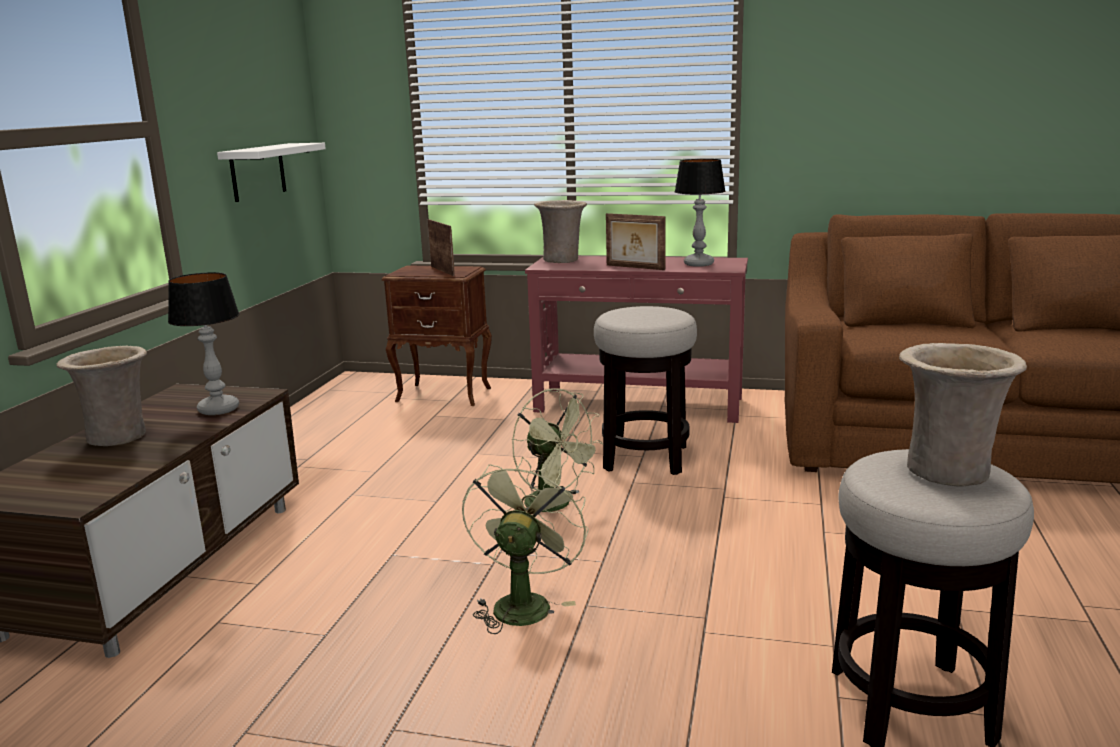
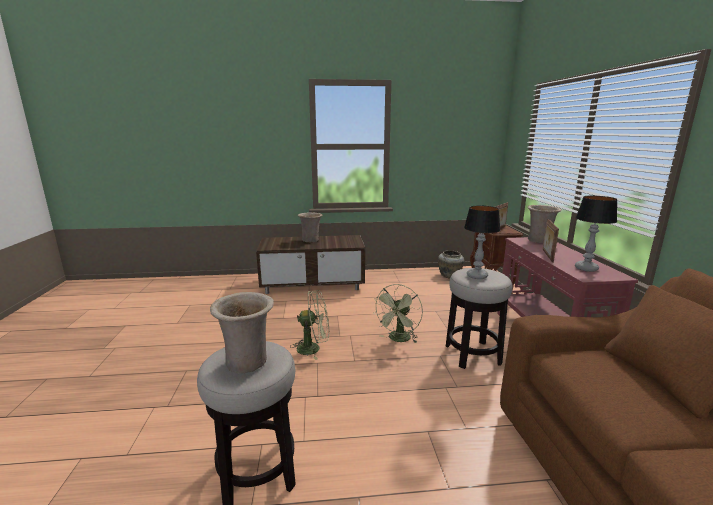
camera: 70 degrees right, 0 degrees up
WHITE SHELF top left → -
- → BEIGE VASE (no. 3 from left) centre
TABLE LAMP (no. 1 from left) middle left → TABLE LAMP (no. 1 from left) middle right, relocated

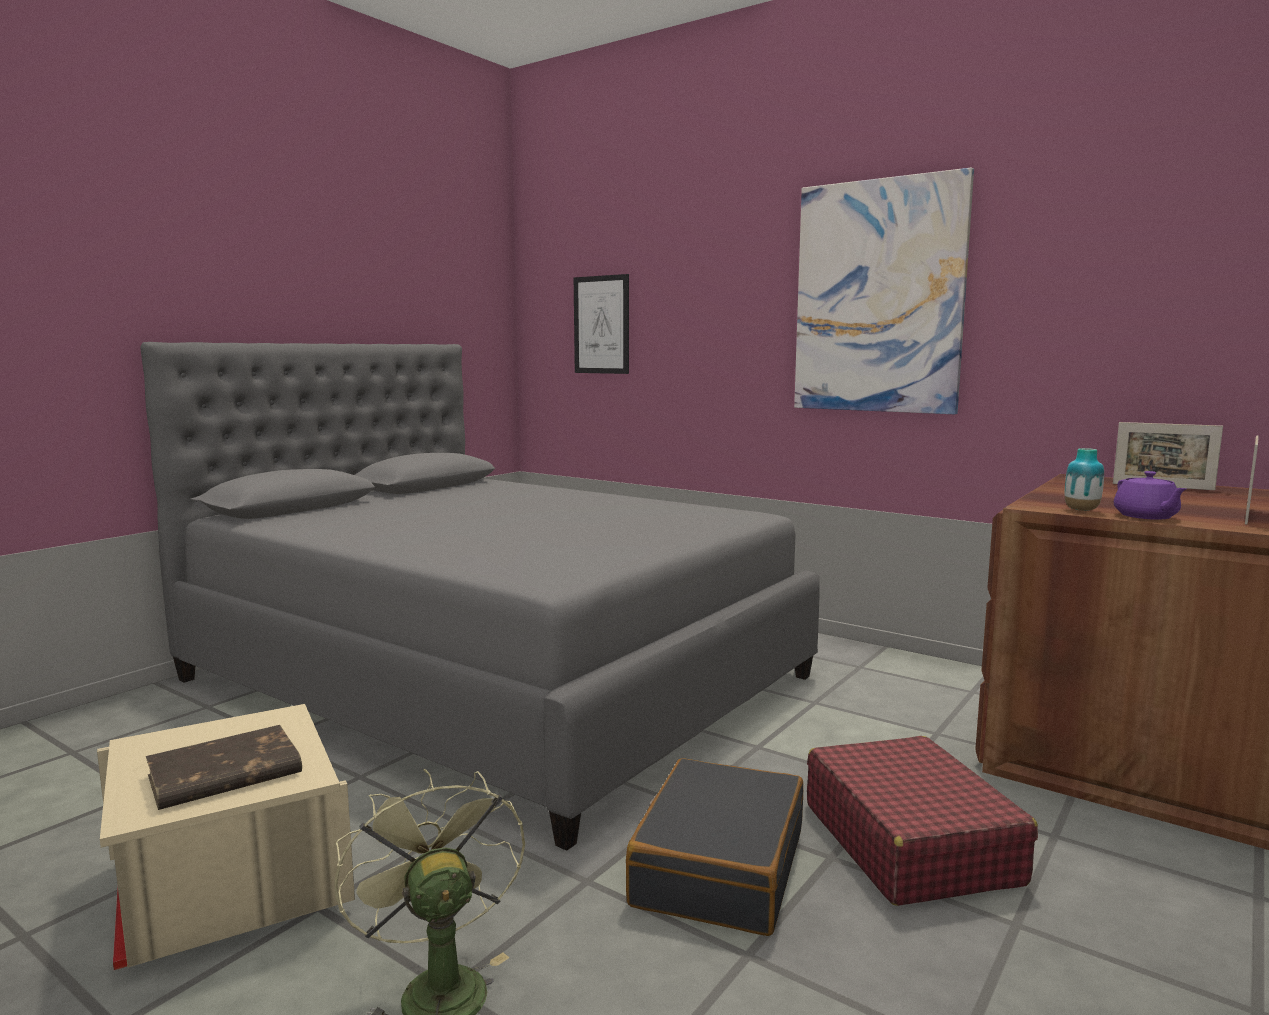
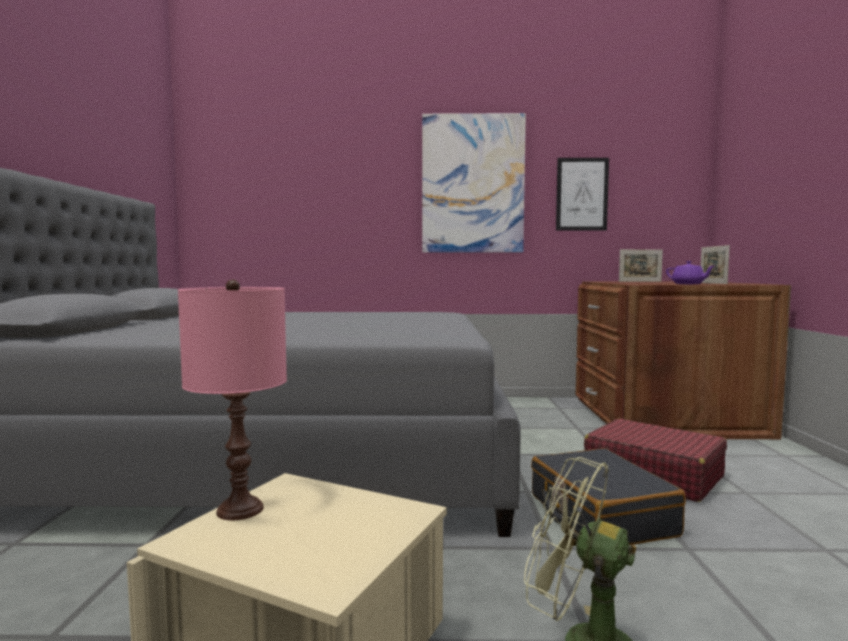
camera: 35 degrees left, 5 degrees down
BROWN BOOK bottom left → -
VASE middle right → -
- → PINK TABLE LAMP middle left
PICTURE (no. 1 from left in the first image) top centre → PICTURE (no. 2 from left) top right, relocated

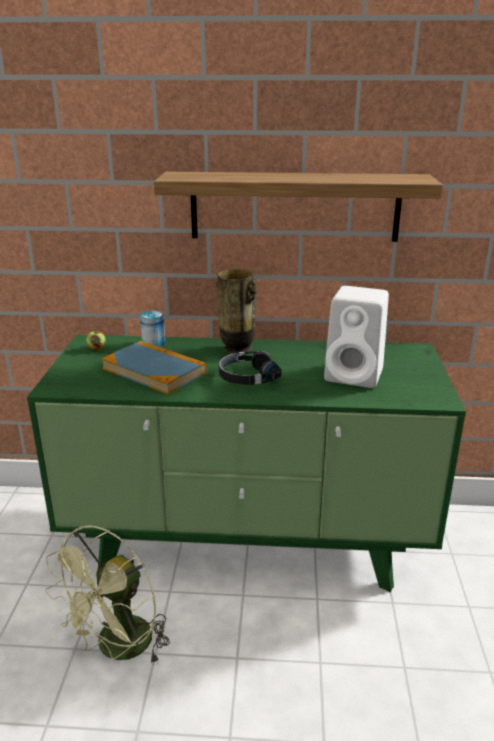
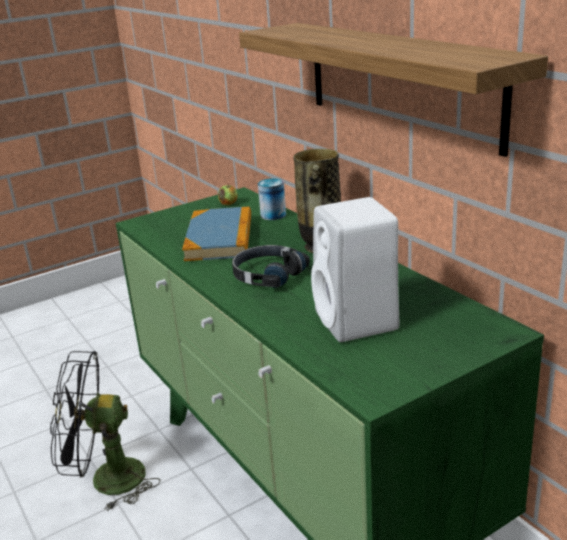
camera: 55 degrees right, 0 degrees up
GREEN FAN bottom left → BLACK FAN bottom left

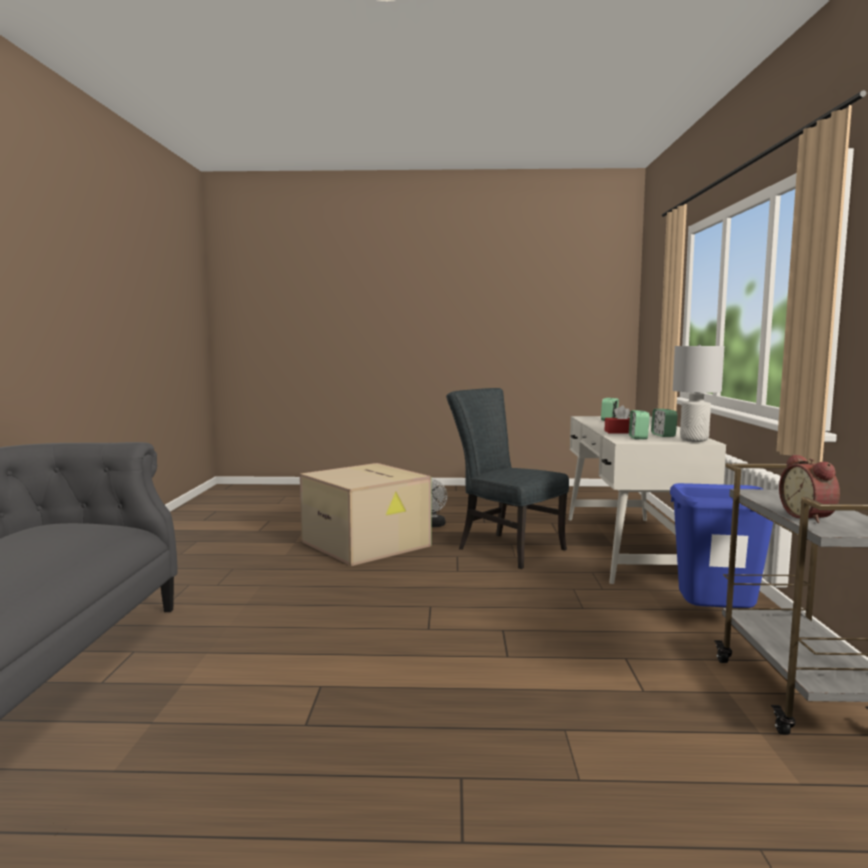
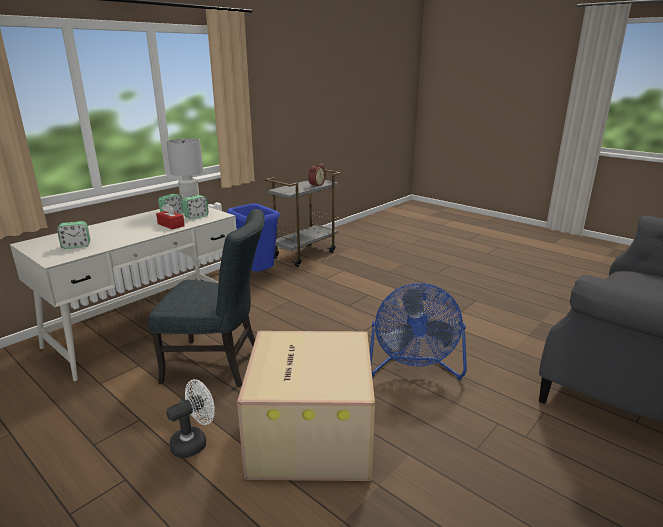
camera: 140 degrees left, 15 degrees up
- → BLUE FAN centre
GREY CHAIR centre → GREY CHAIR middle left, 75 degrees counterclockwise

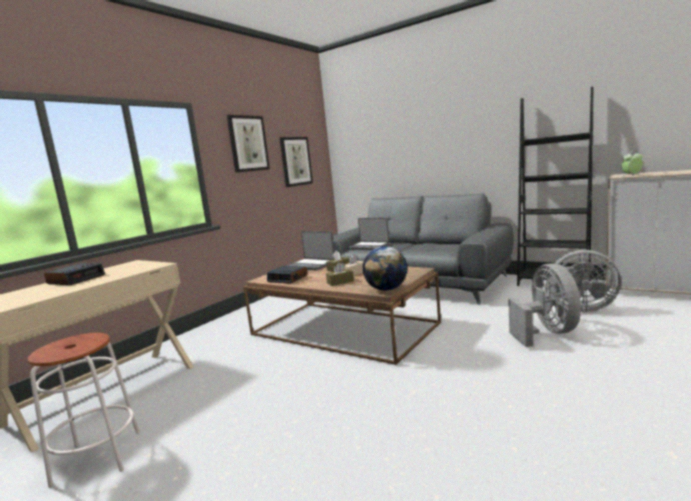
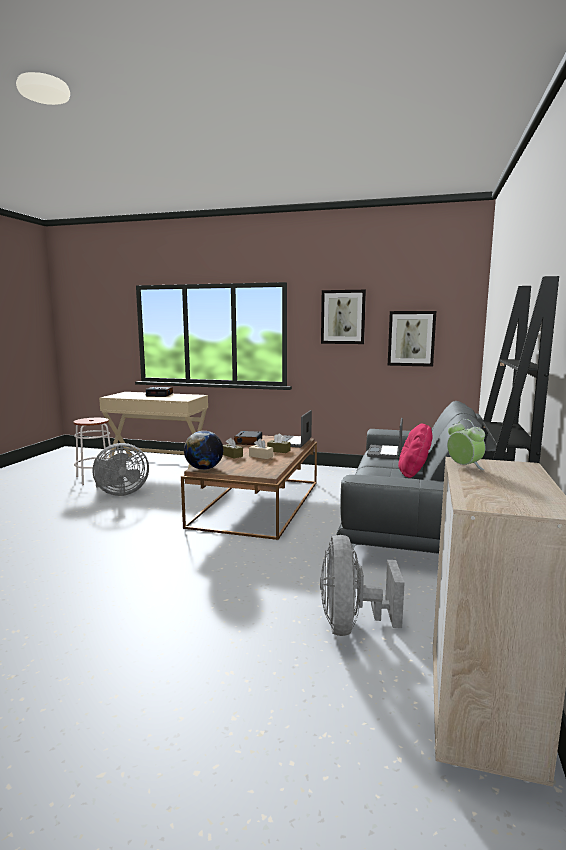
camera: 70 degrees right, 0 degrees up
- → PINK PILLOW middle right
GREY FAN (no. 1 from left) middle right → GREY FAN (no. 1 from left) middle left, relocated

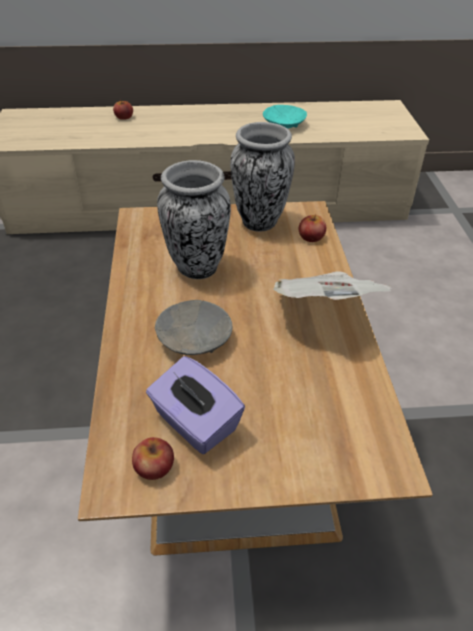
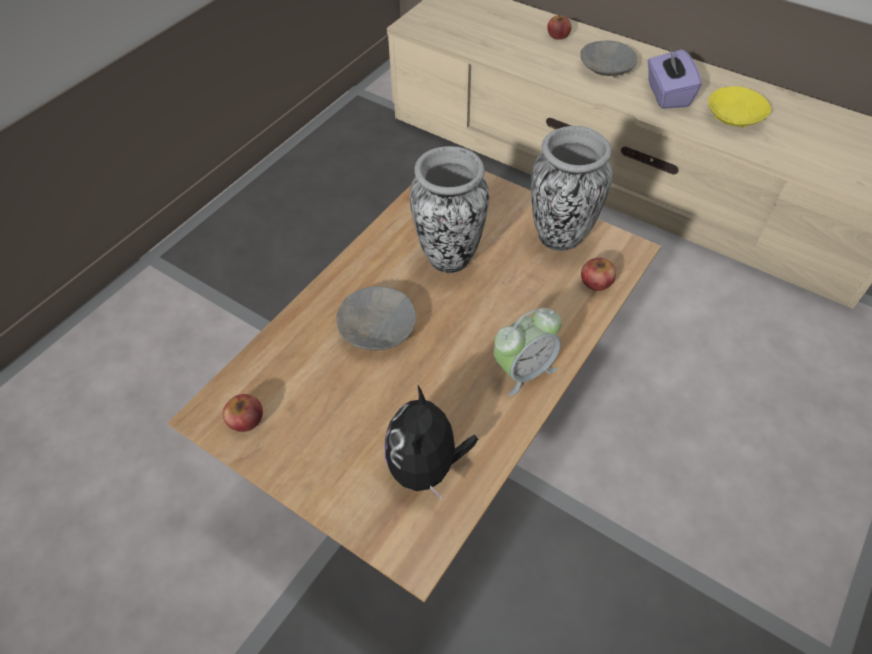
camera: 40 degrees right, 10 degrees up
- → PLUSH TOY bottom centre
- → GREY BOWL (no. 2 from left) top right
PURPLE TISSUE BOX centre → PURPLE TISSUE BOX top right, relocated
NEWSPAPER middle right → ALARM CLOCK centre
TURQUOISE BOWL top centre → YELLOW BOWL top right

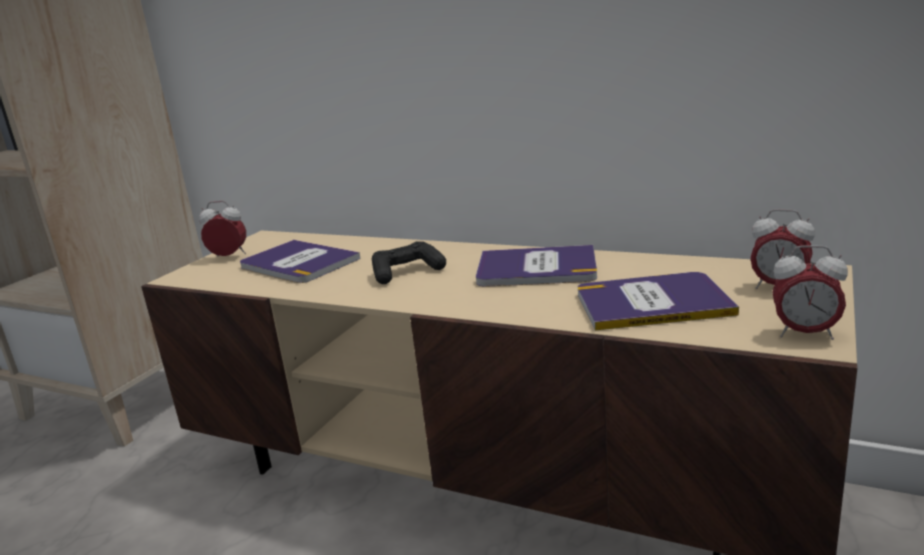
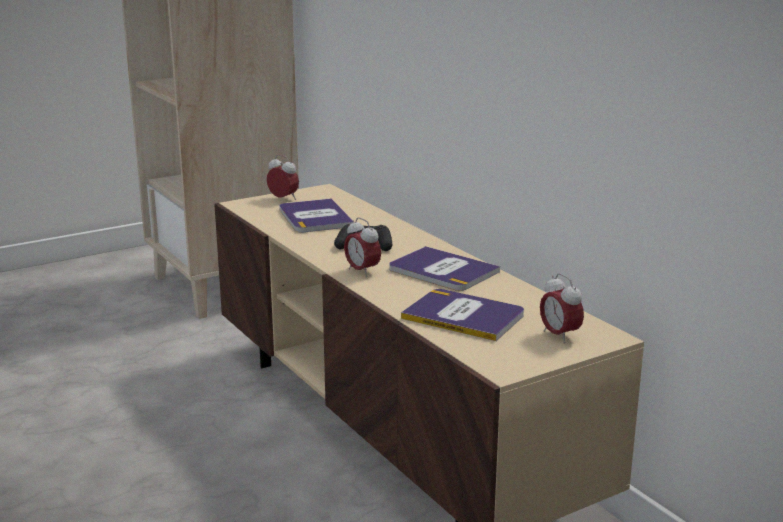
camera: 30 degrees right, 0 degrees up
ALARM CLOCK (no. 3 from left in the first image) middle right → ALARM CLOCK (no. 2 from left) centre, relocated

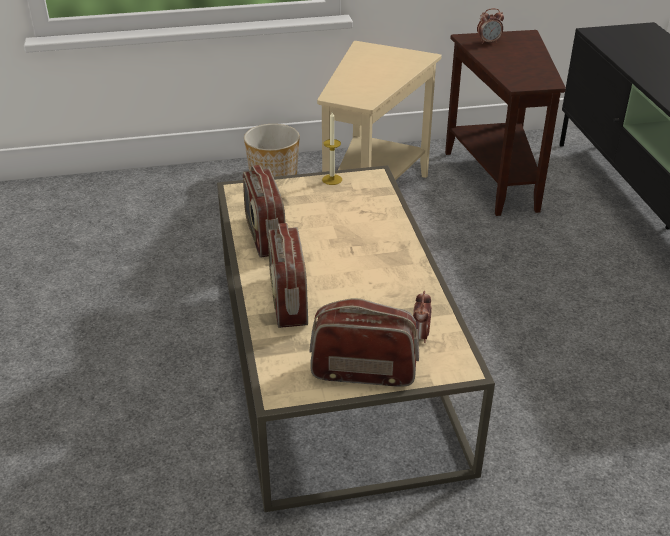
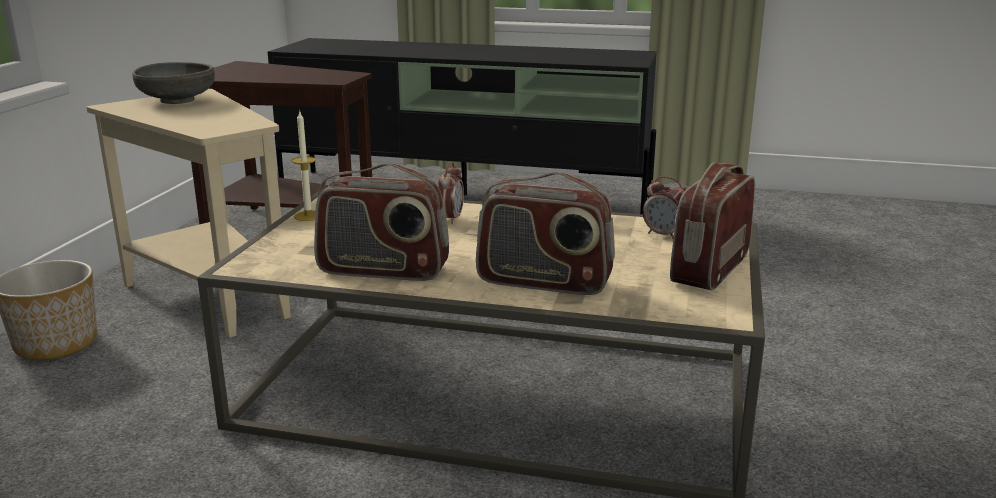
camera: 65 degrees left, 15 degrees down
- → GREY BOWL top left
ALARM CLOCK (no. 2 from left in the first image) top right → ALARM CLOCK (no. 1 from left) centre, relocated

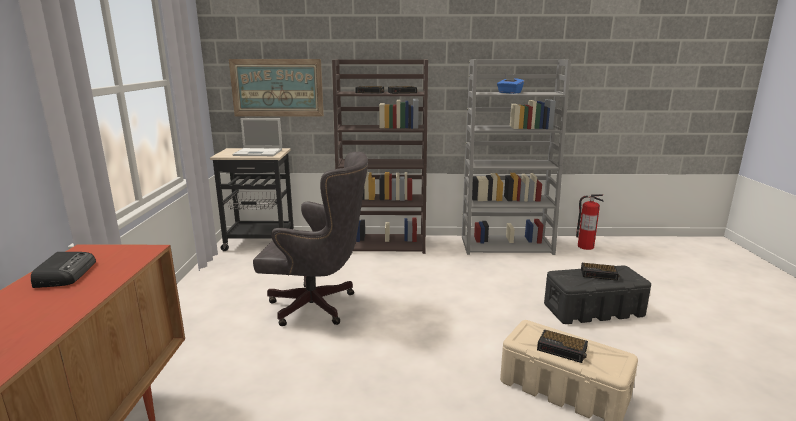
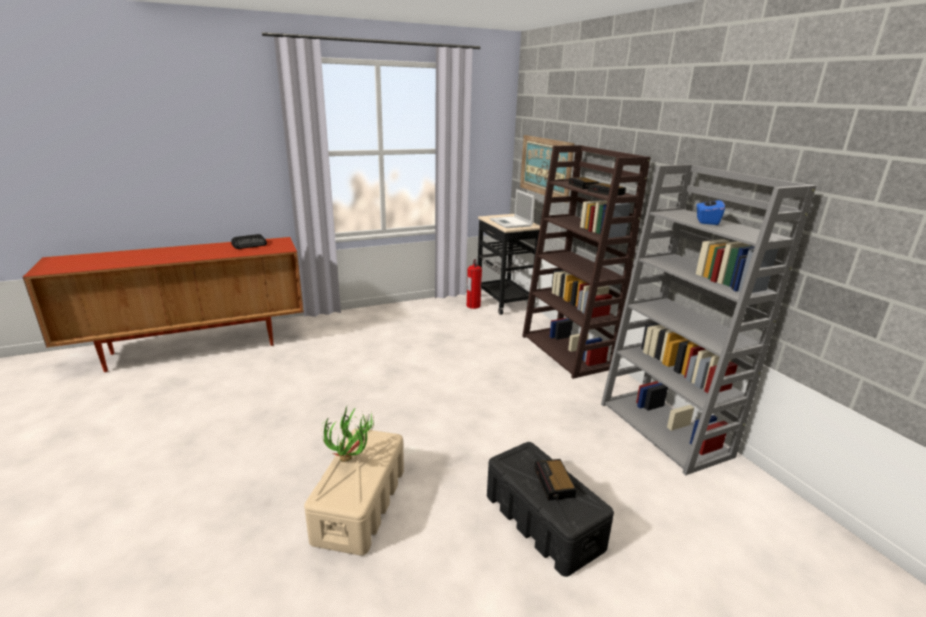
camera: 65 degrees right, 5 degrees up
GREY OFFICE CHAIR centre → -
FIRE EXTINGUISHER middle right → FIRE EXTINGUISHER centre, relocated
ALARM CLOCK (no. 3 from left) bottom right → POTTED PLANT bottom centre

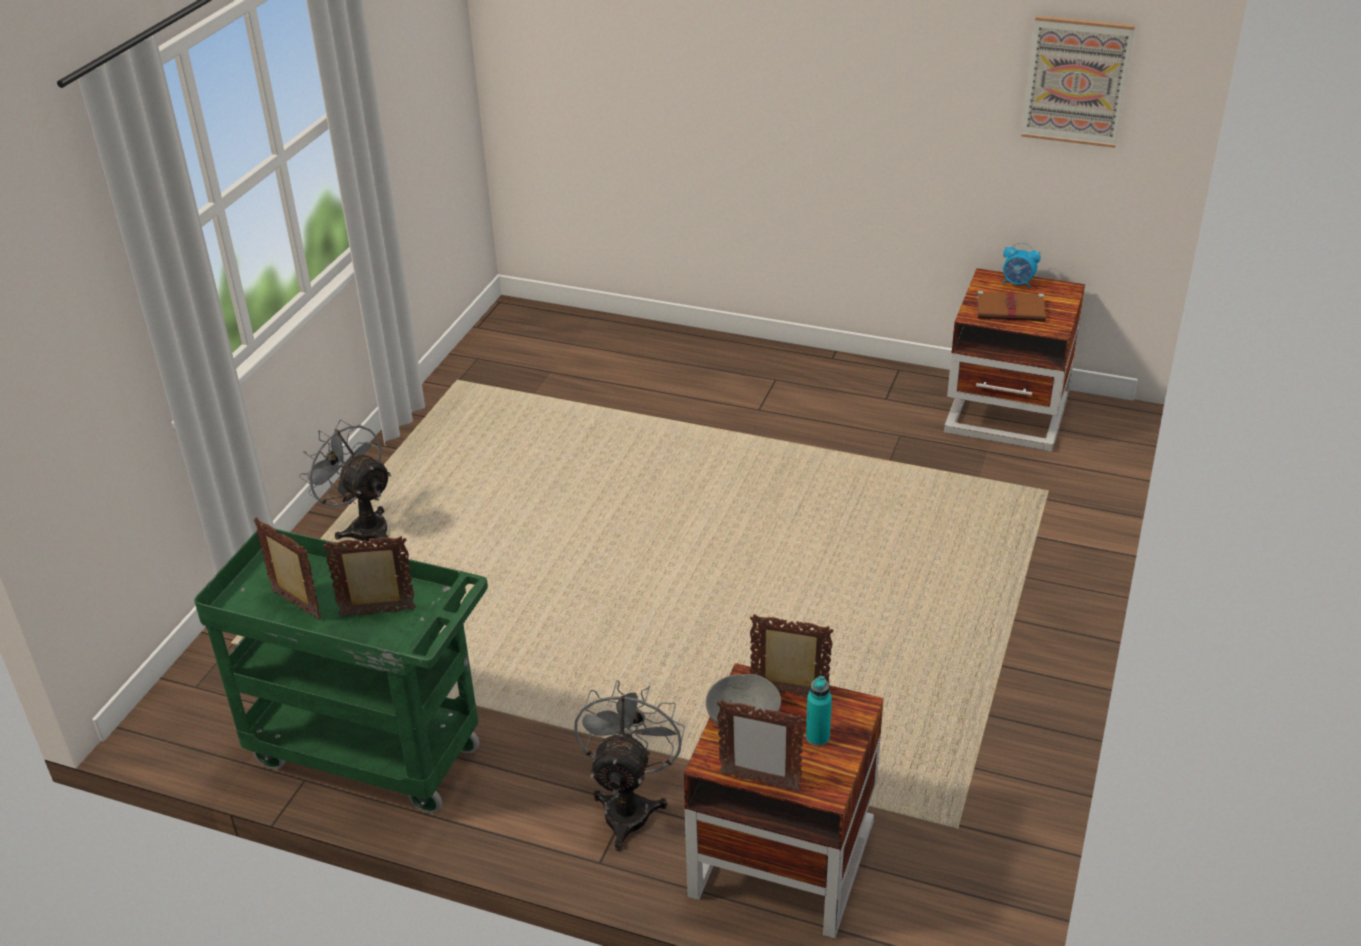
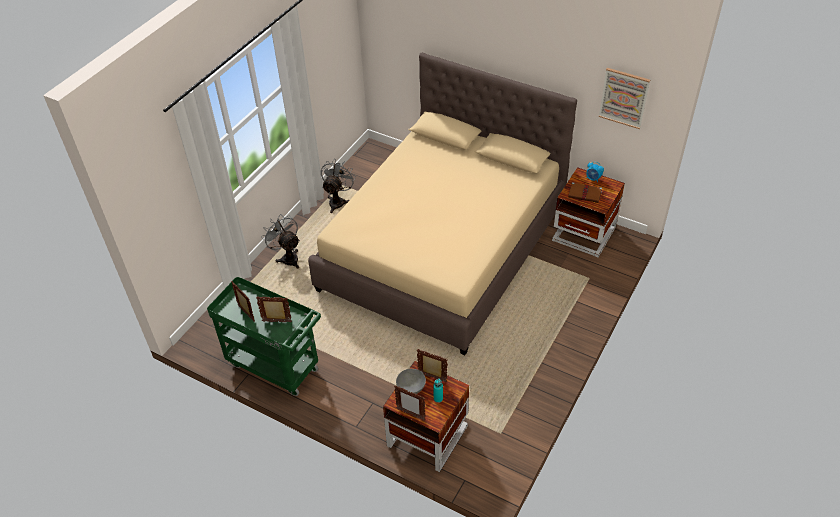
camera: 10 degrees right, 10 degrees up
- → BEIGE BED centre
GREY FAN (no. 2 from left) bottom centre → GREY FAN (no. 2 from left) centre, relocated

